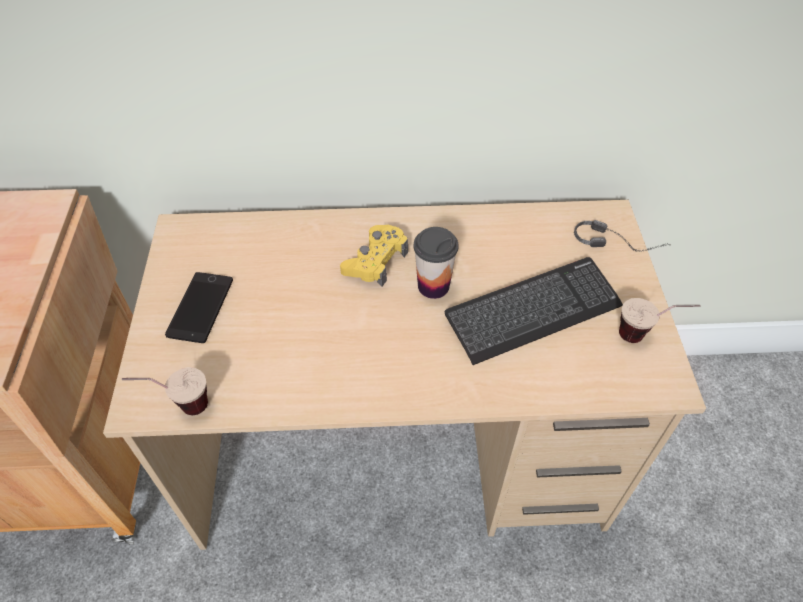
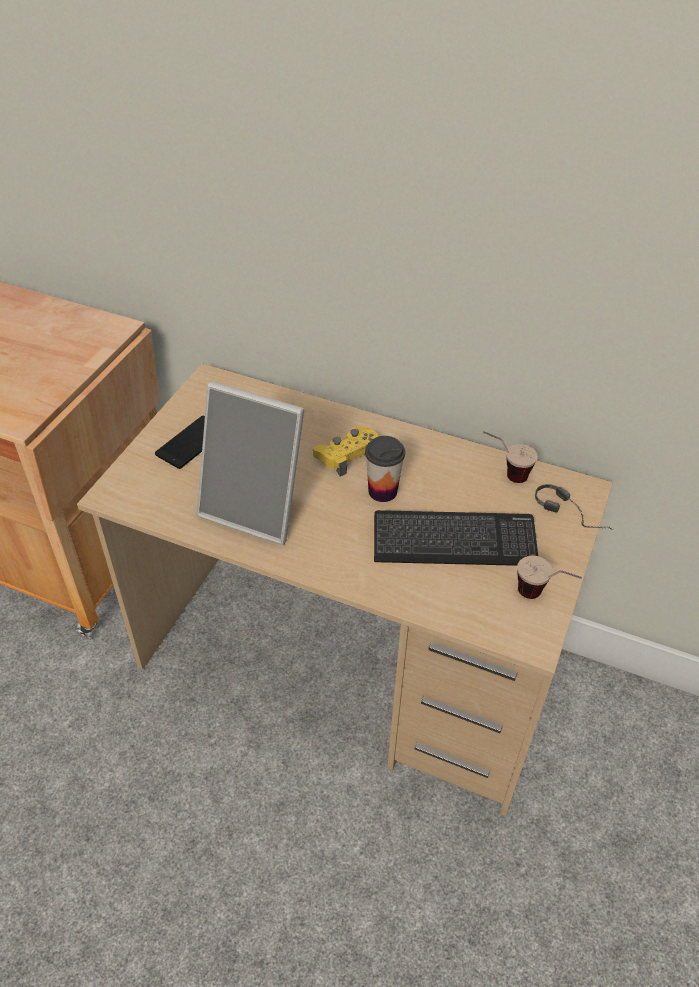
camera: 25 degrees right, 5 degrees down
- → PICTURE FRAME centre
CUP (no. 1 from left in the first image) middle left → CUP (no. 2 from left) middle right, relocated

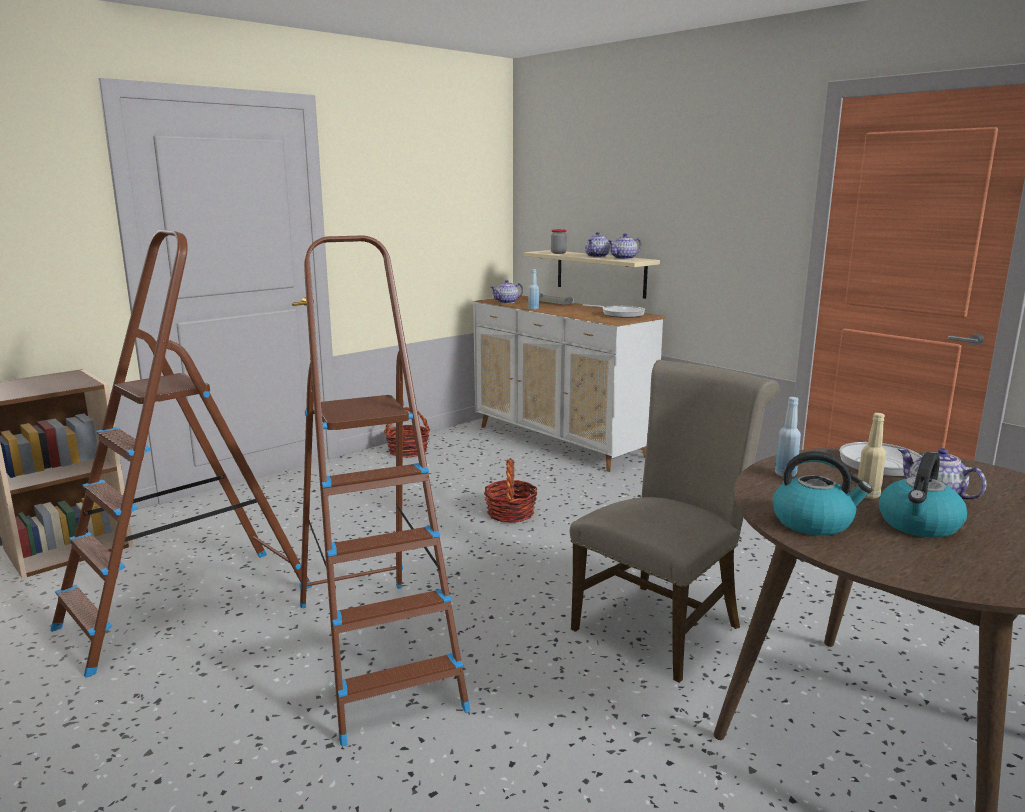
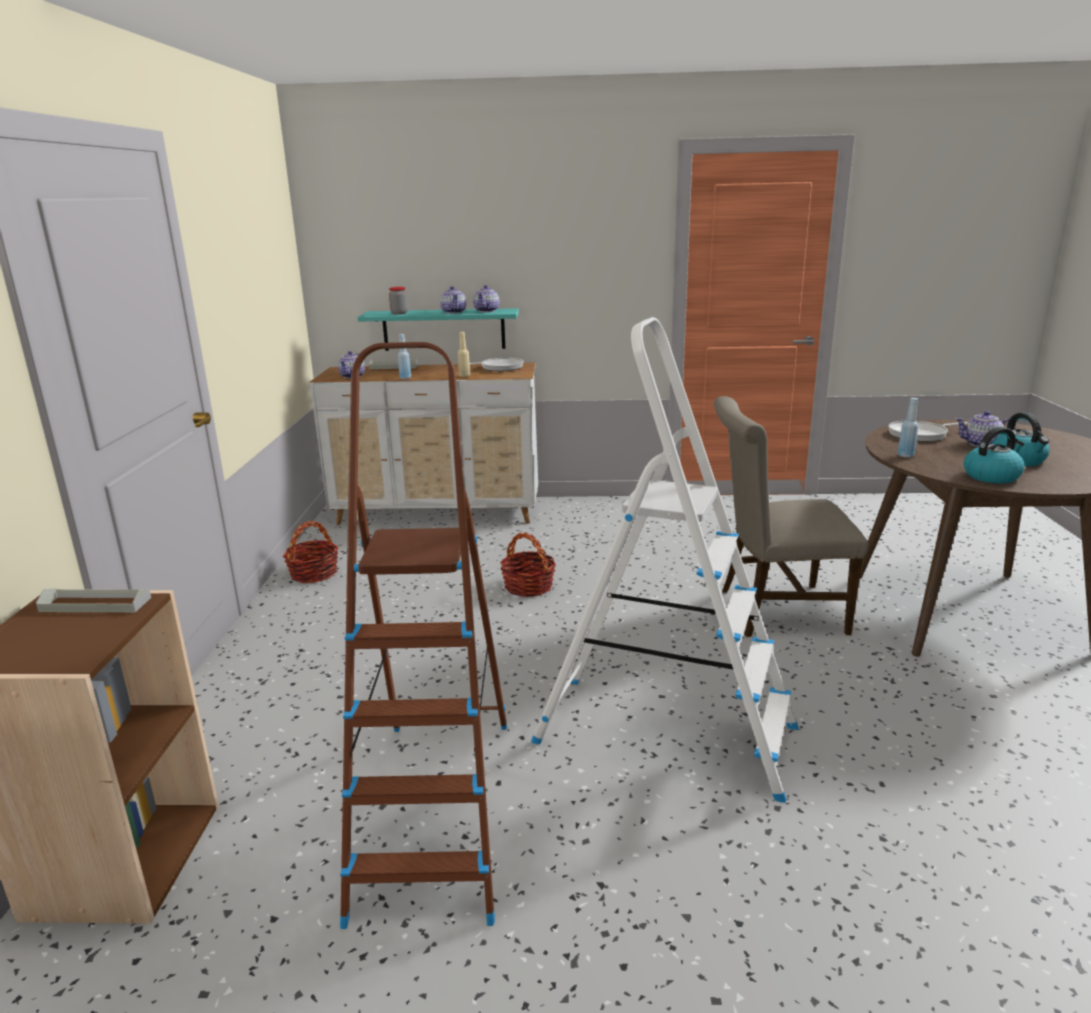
camera: 45 degrees left, 5 degrees up
- → GREY TRAY (no. 1 from left) middle left
BEIGE BOTTLE middle right → BEIGE BOTTLE centre, relocated
BROWN STEP LADDER (no. 2 from left) centre → WHITE STEP LADDER centre
BEIGE SHELF centre → TURQUOISE SHELF top centre
BEIGE CHAIR centre → BEIGE CHAIR middle right, 90 degrees counterclockwise

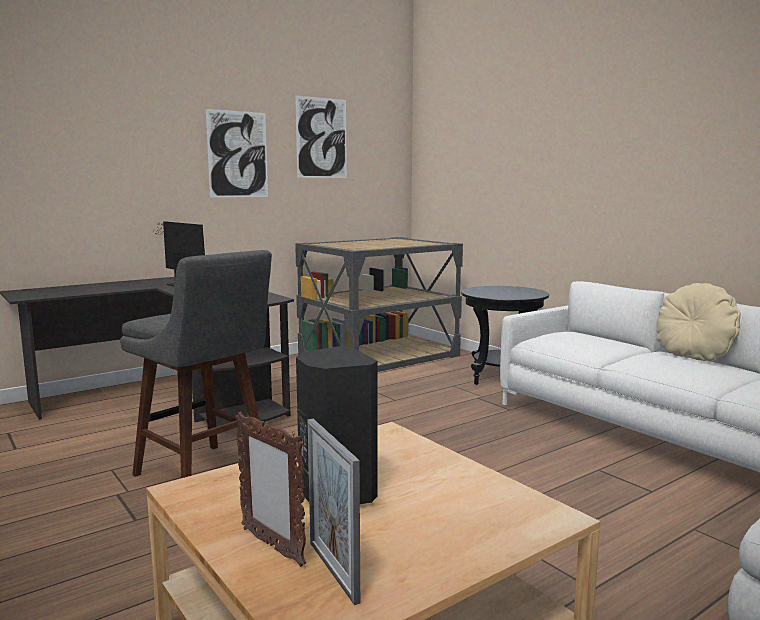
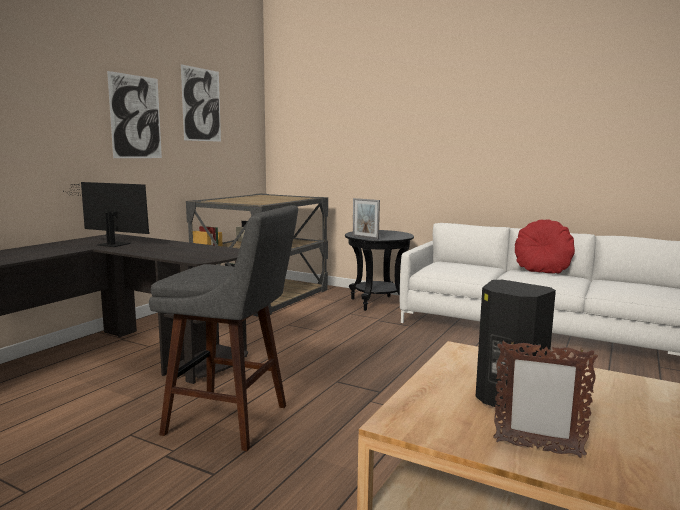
camera: 25 degrees left, 0 degrees up
PICTURE FRAME (no. 2 from left in the first image) bottom centre → PICTURE FRAME (no. 1 from left) centre, relocated
BEIGE PILLOW middle right → RED PILLOW middle right

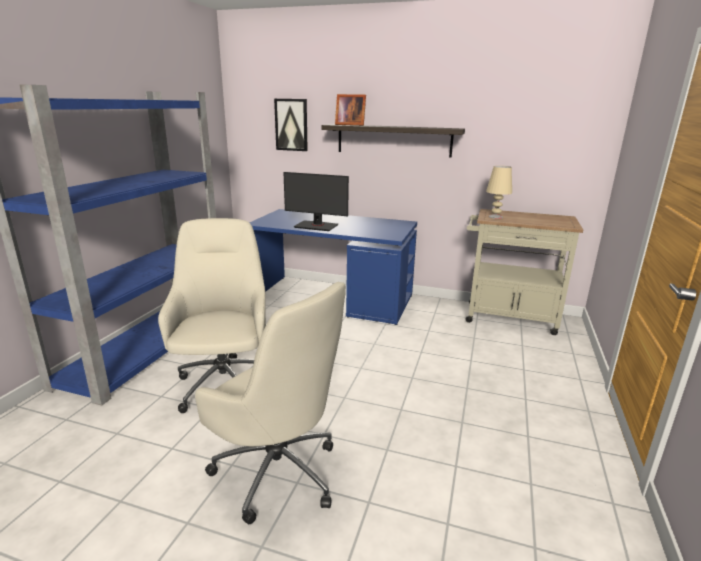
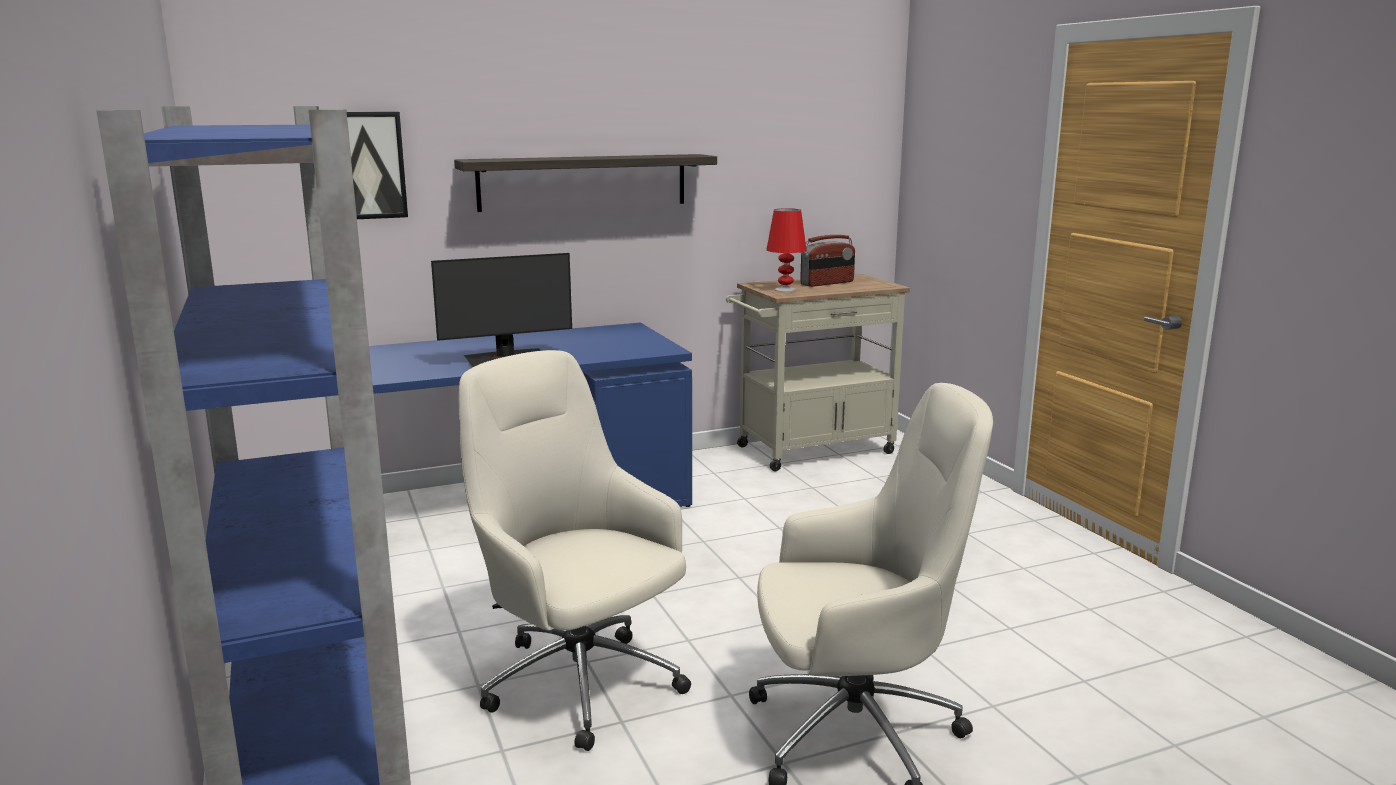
camera: 40 degrees left, 5 degrees down
PICTURE FRAME top centre → -
- → RADIO top centre
BEIGE TABLE LAMP middle right → RED TABLE LAMP top centre

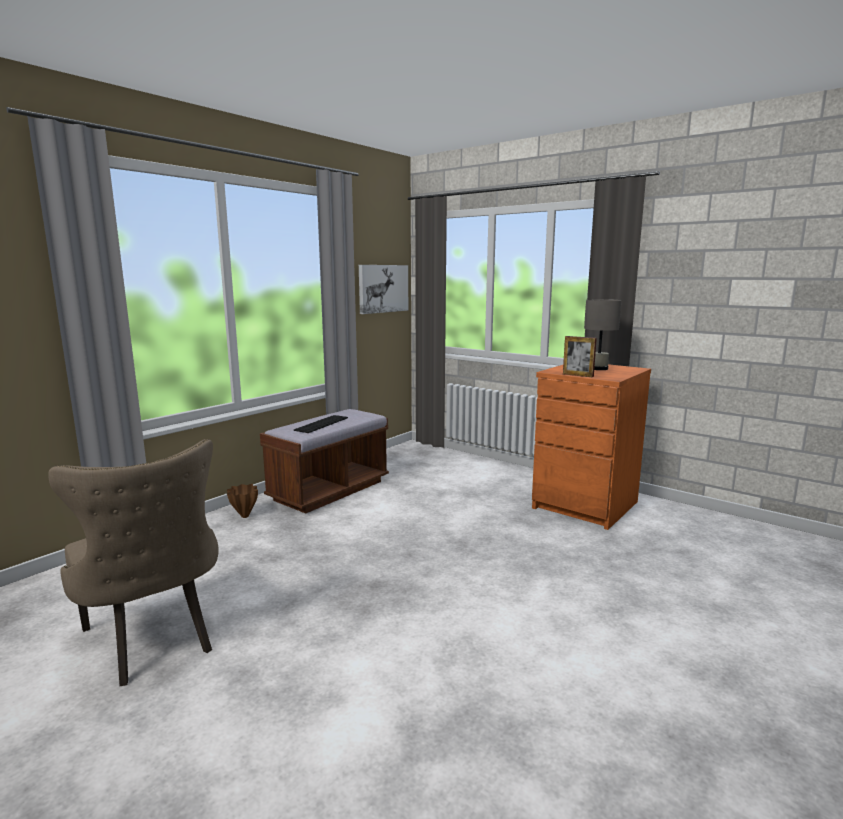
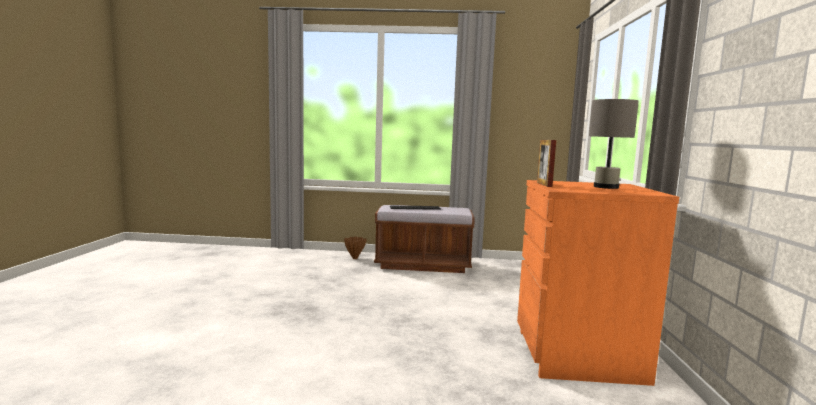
camera: 55 degrees right, 5 degrees down
BEIGE CHAIR bottom left → -
PICTURE centre → -

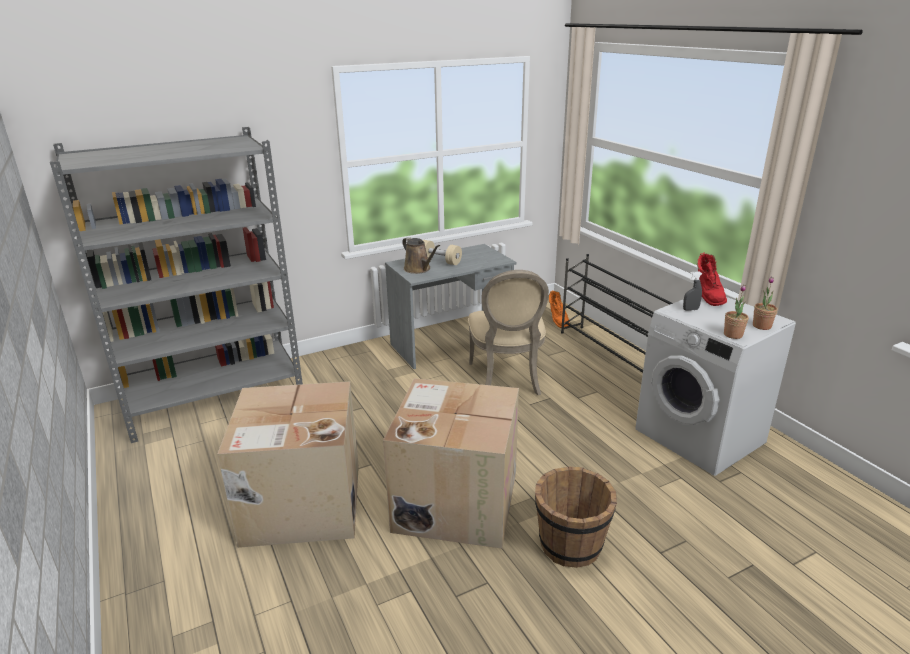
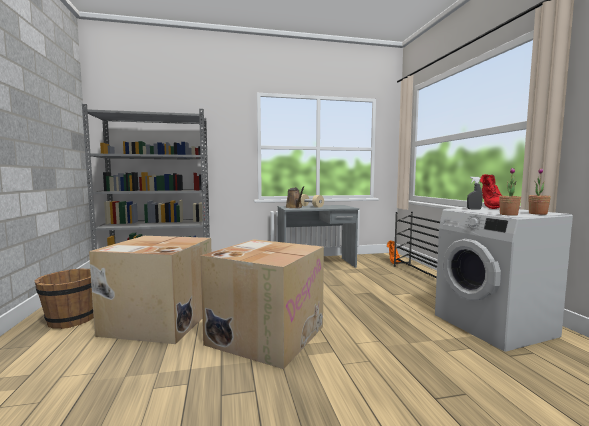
camera: 15 degrees right, 20 degrees down
BEIGE CHAIR centre → -
BROWN BUCKET bottom centre → BROWN BUCKET bottom left, relocated

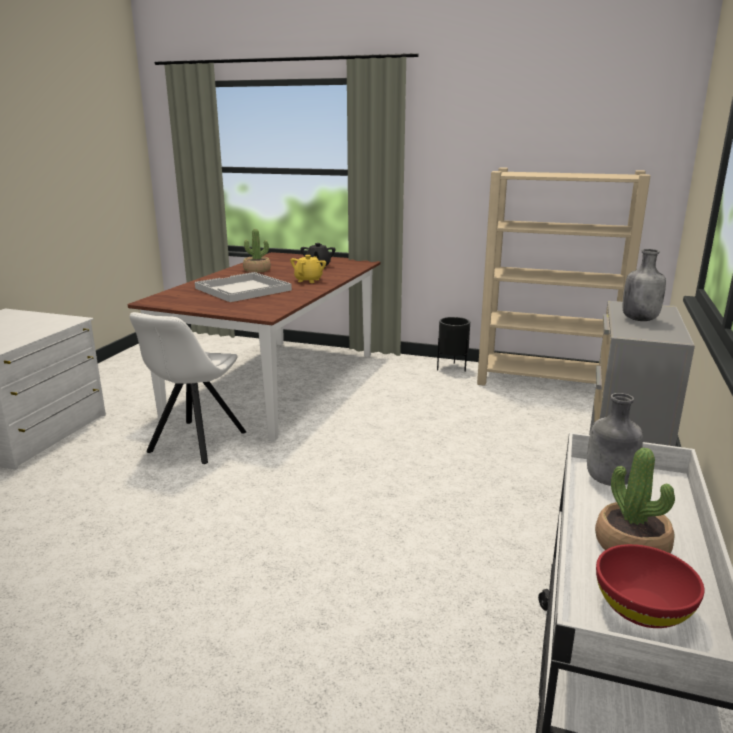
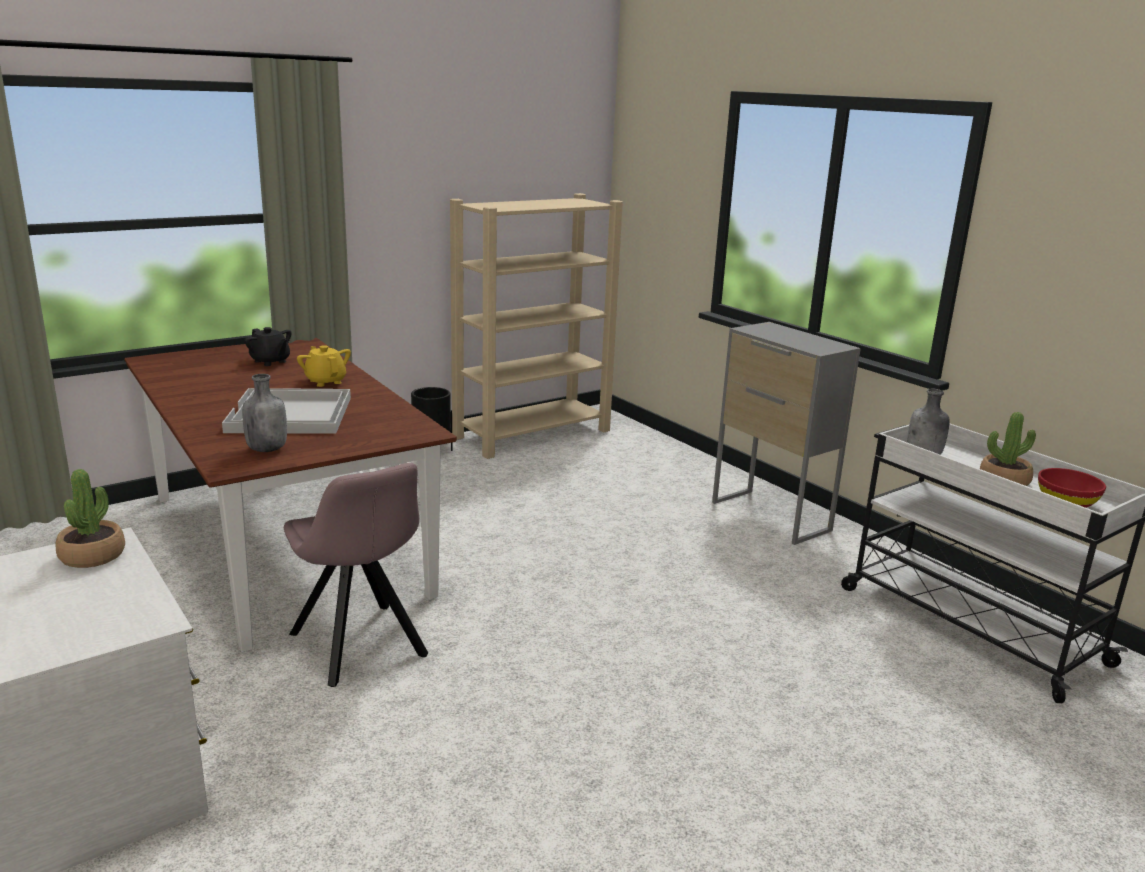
camera: 55 degrees left, 0 degrees up
POTTED PLANT (no. 1 from left) centre → POTTED PLANT (no. 1 from left) middle left, relocated
GREY BOTTLE (no. 2 from left in the first image) middle right → GREY BOTTLE (no. 1 from left) middle left, relocated
WHITE CHAIR middle left → PINK CHAIR middle left

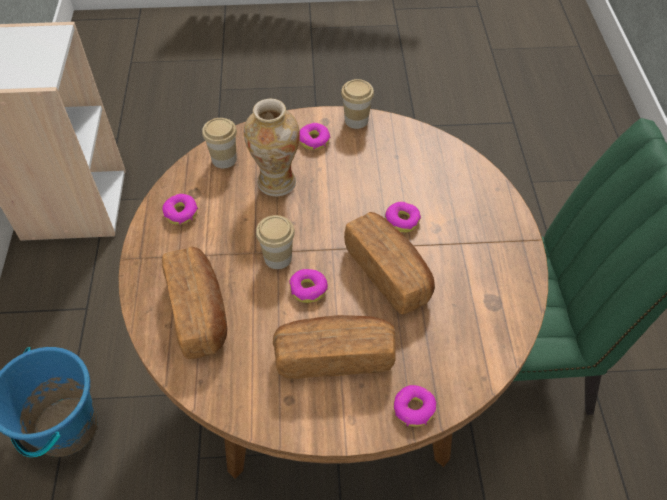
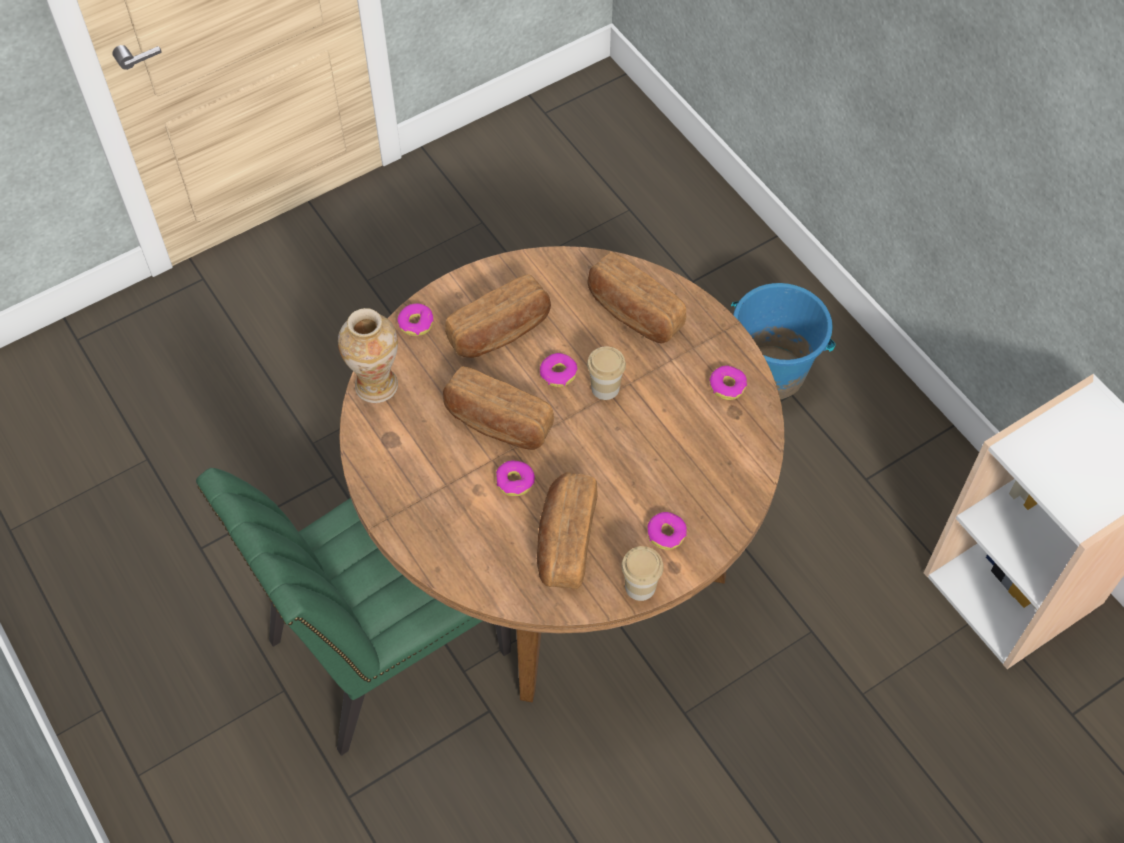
camera: 150 degrees right, 5 degrees up
CUP (no. 1 from left) top left → -
- → BREAD (no. 3 from left) centre
VASE top centre → VASE middle left, relocated

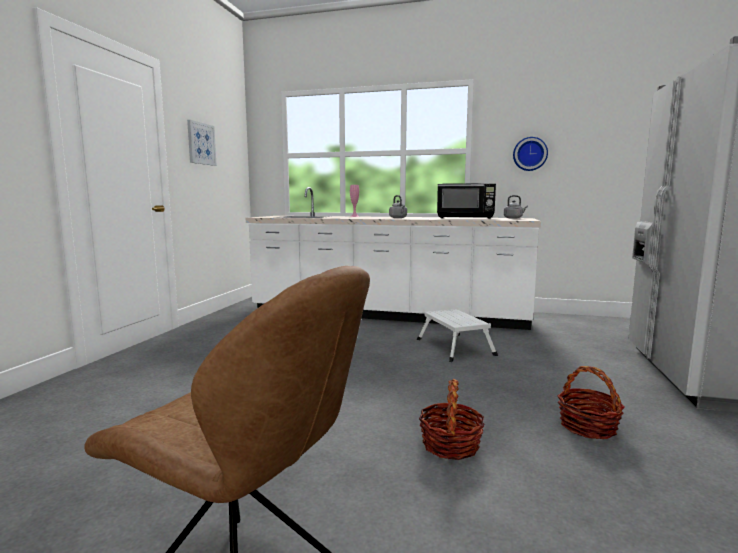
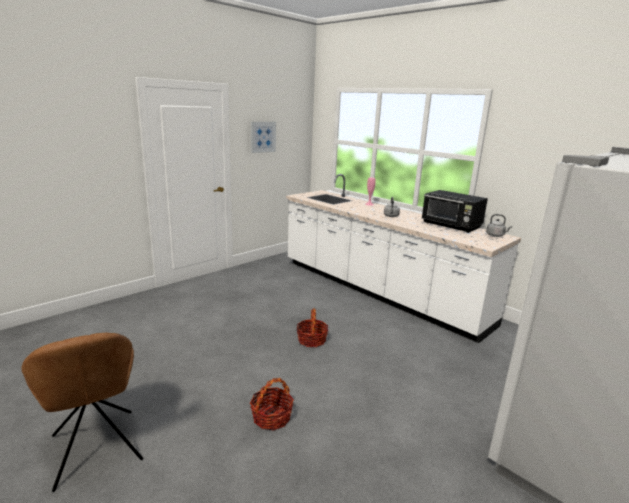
camera: 30 degrees right, 10 degrees up
WHITE STEP LADDER centre → -
WALL CLOCK top right → -
BASKET (no. 2 from left) bottom right → BASKET (no. 2 from left) centre, relocated

